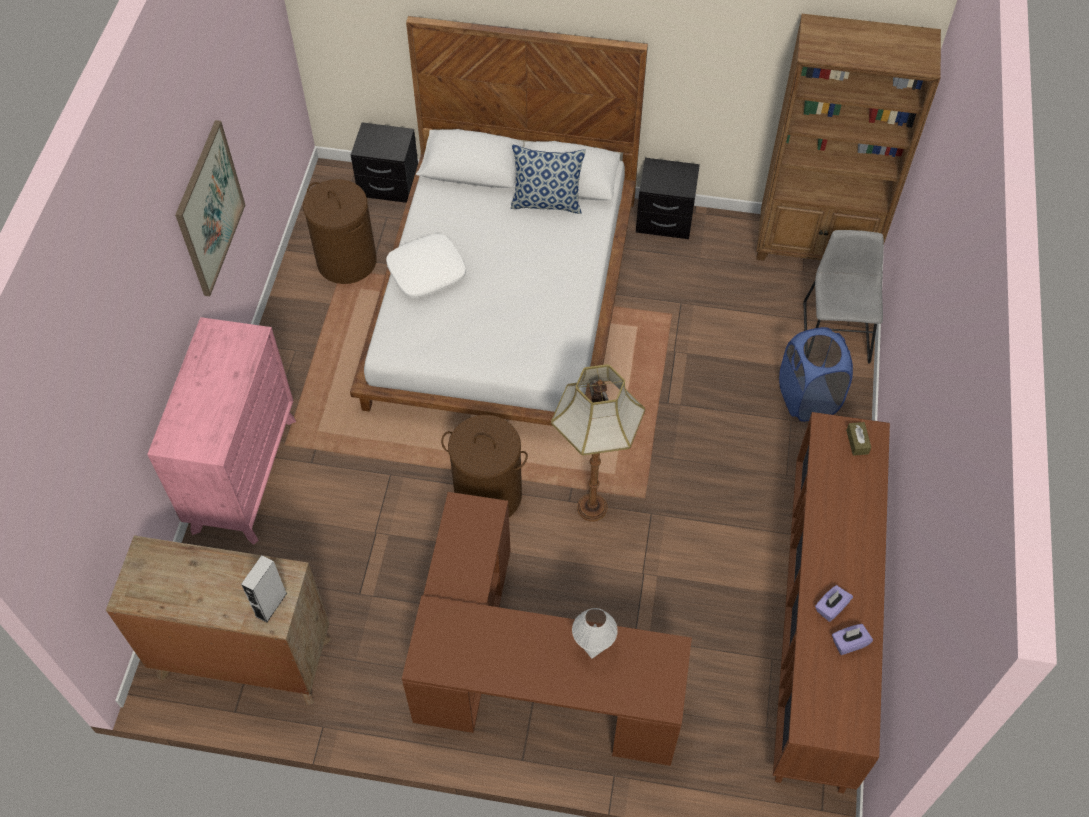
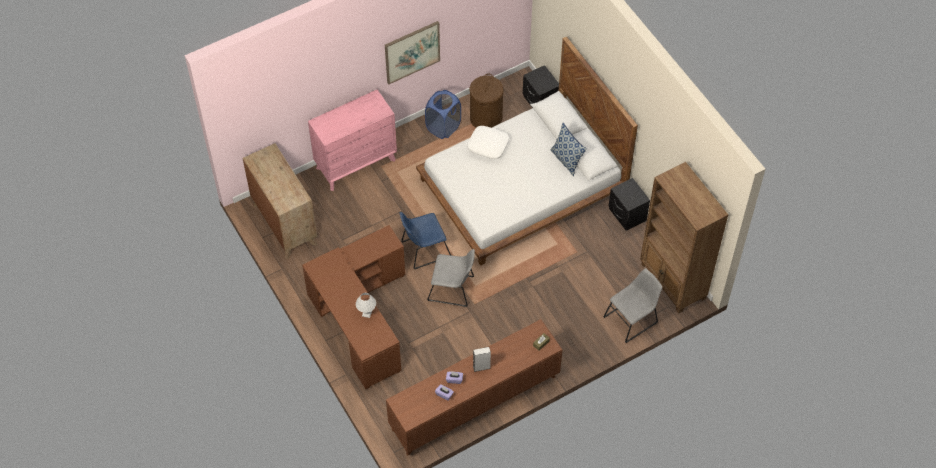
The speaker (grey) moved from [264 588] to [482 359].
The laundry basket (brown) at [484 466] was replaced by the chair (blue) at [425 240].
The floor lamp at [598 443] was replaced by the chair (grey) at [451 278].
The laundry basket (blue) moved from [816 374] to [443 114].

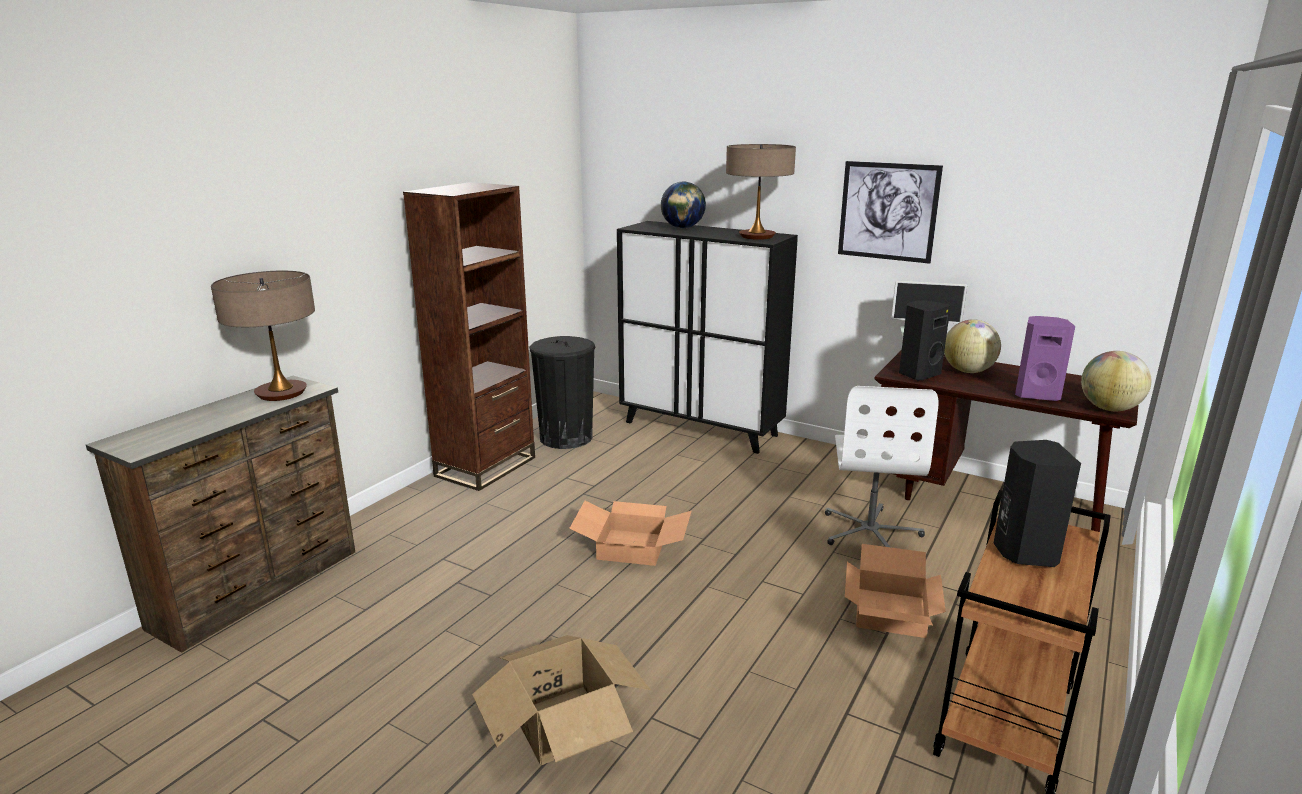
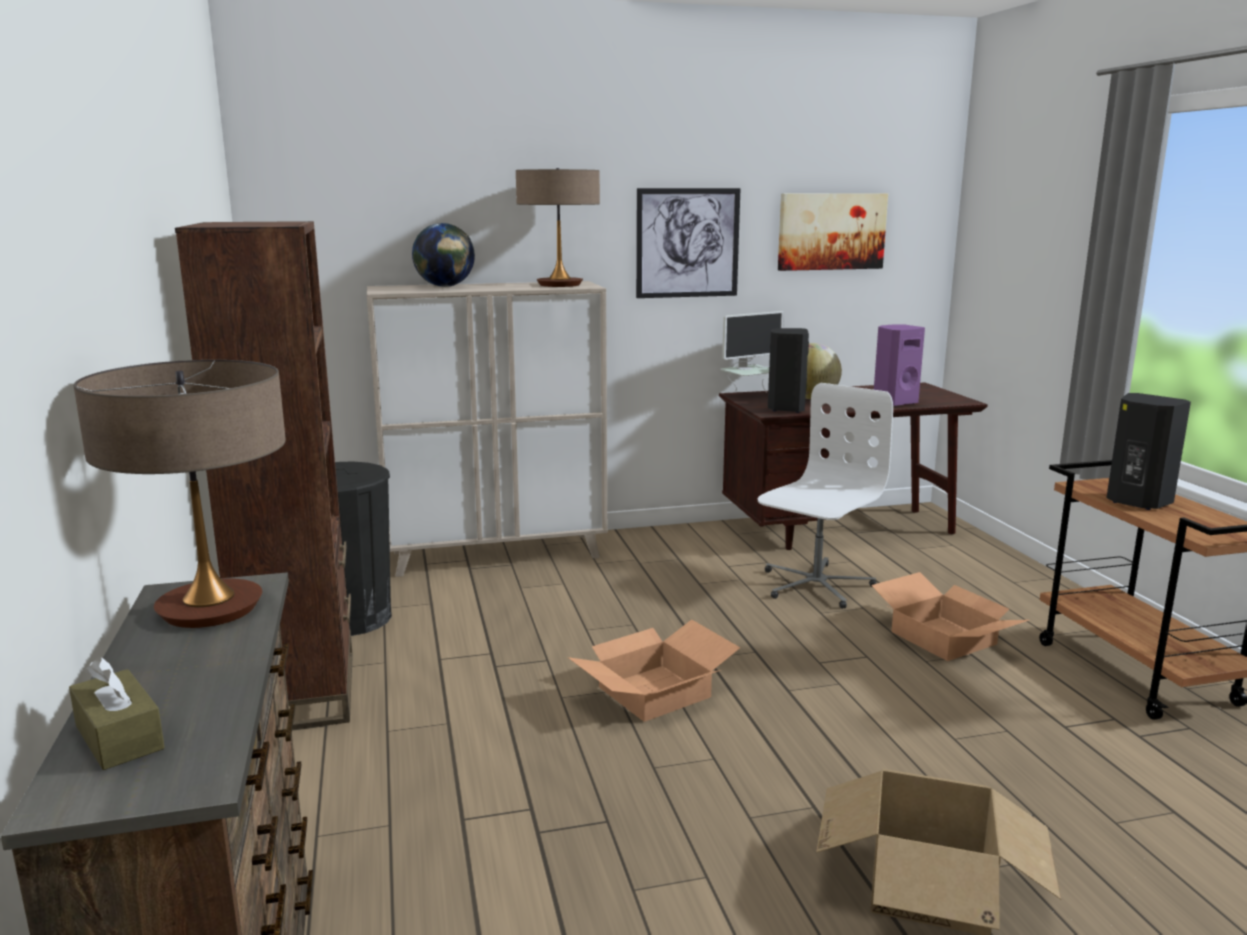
The cabinet (black) at [707 337] became the cabinet (beige) at [487 429].
The office chair (white) at [882 466] turned 105 degrees counterclockwise.
The globe at [1116 381] disappeared.
The tissue box (brown) at [117 713] appeared.
The picture at [833 232] appeared.

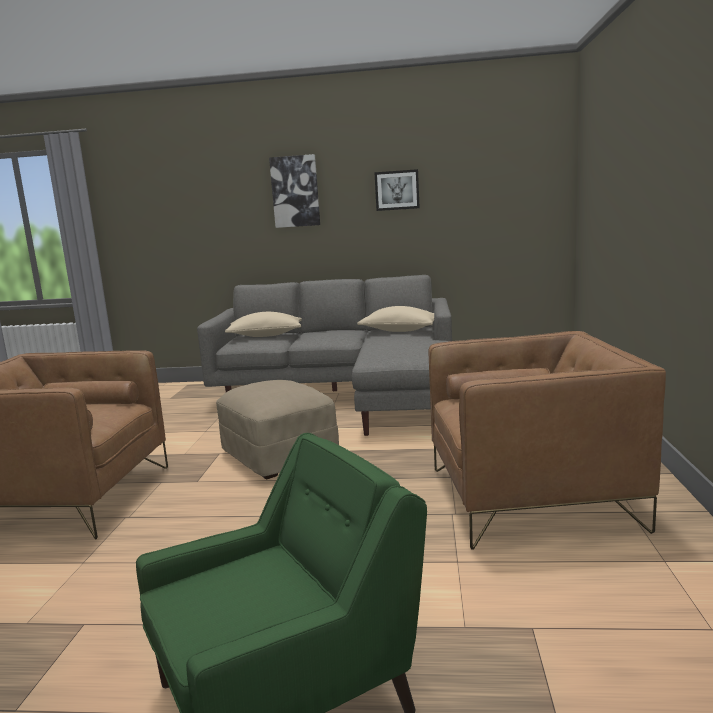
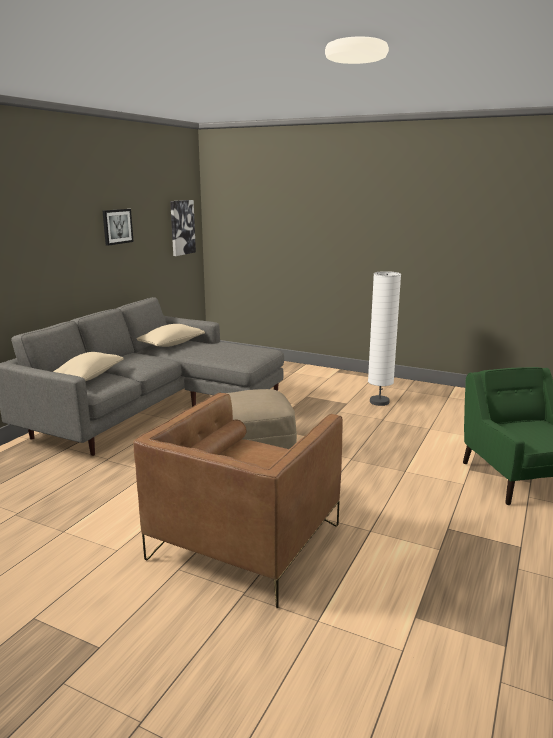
The picture moved from [294 191] to [183 228].
The armchair (brown) at [547 440] was replaced by the floor lamp (white) at [384 338].

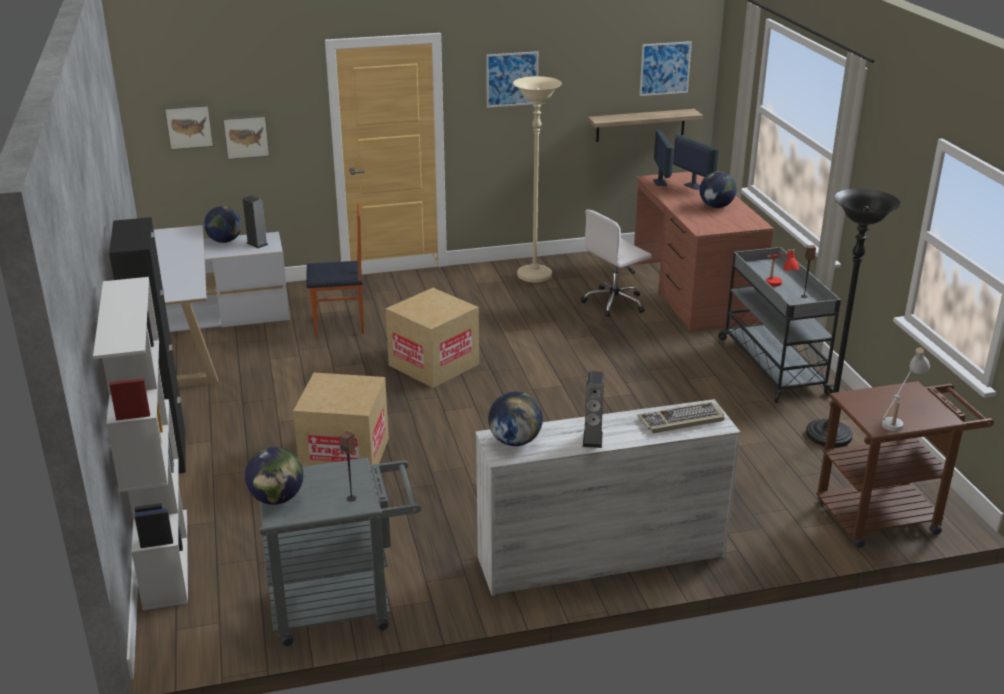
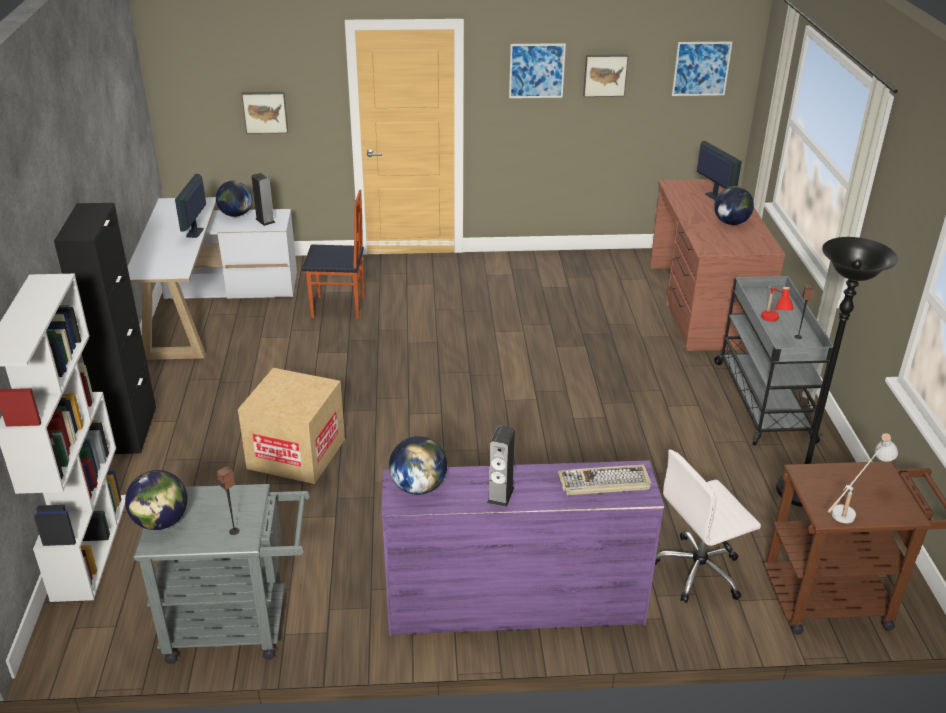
The picture moved from [189 127] to [606 75].
The cardboard box at [432 338] disappeared.
The dresser (white) at [608 497] became the dresser (purple) at [523 548].
The floor lamp (beige) at [537 179] disappeared.
The office chair (white) moved from [616 263] to [708 526].
The shelf at [645 125] disappeared.
The monitor moved from [663 158] to [190 206].

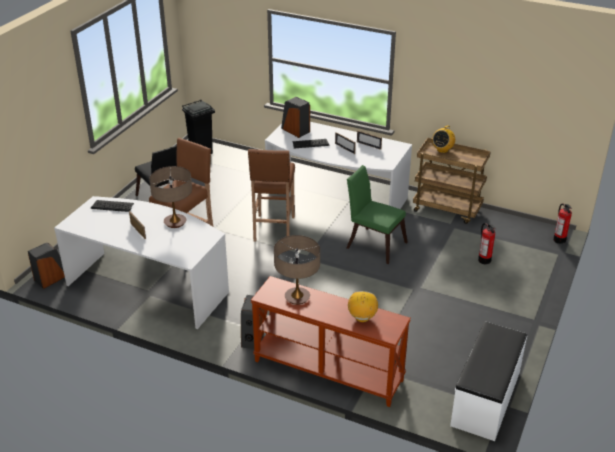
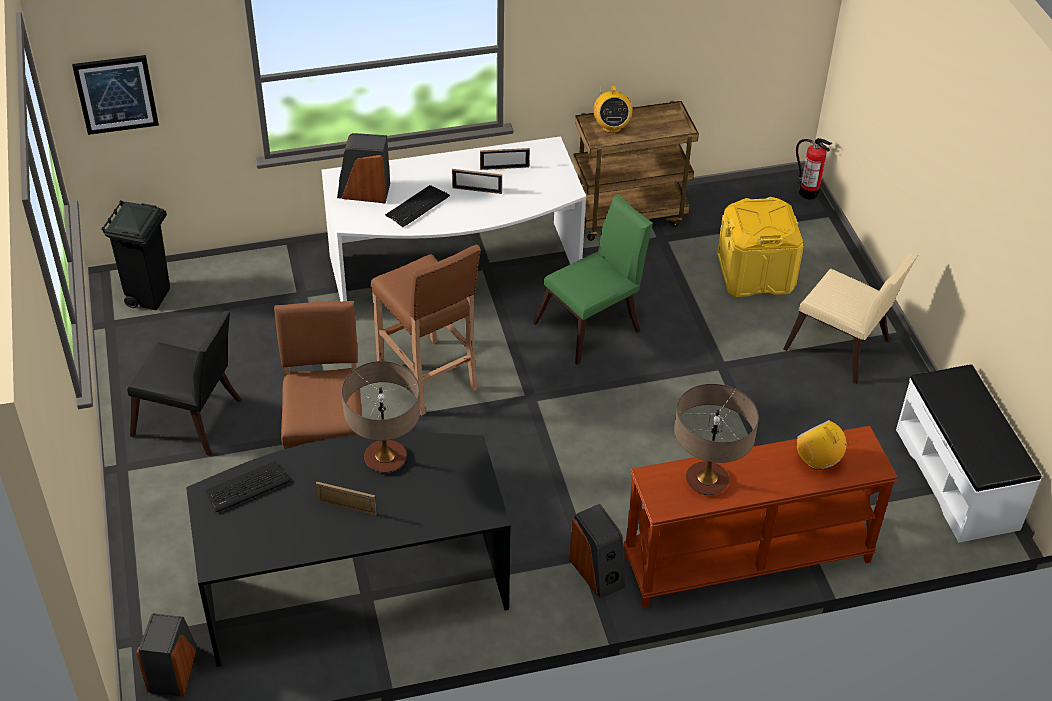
The desk (white) at [141 262] became the desk (black) at [348 549].
The chair (green) at [377 214] turned 150 degrees clockwise.
The fire extinguisher at [487 243] was replaced by the storage box (yellow) at [760 247].
The picture at [115 95] appeared.
The chair (beige) at [851 318] appeared.

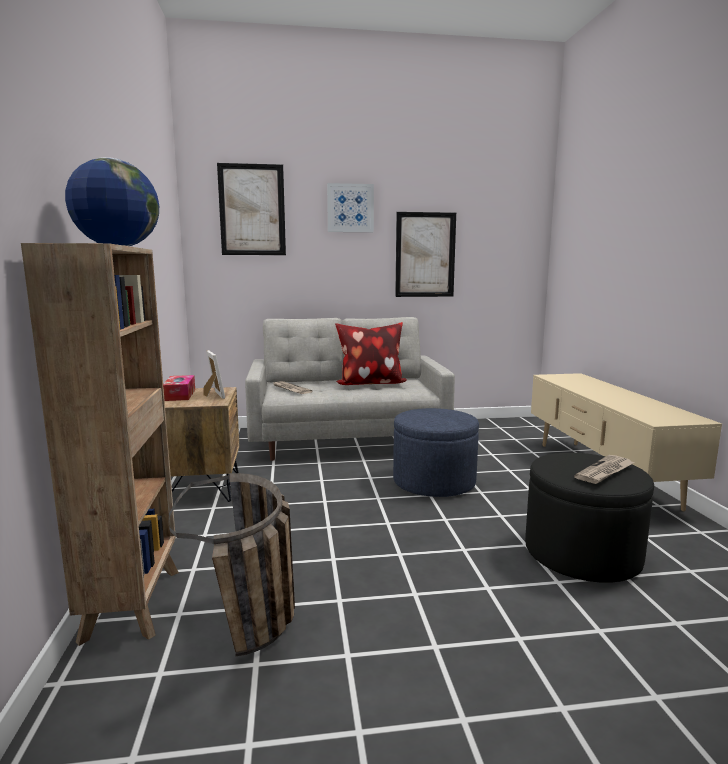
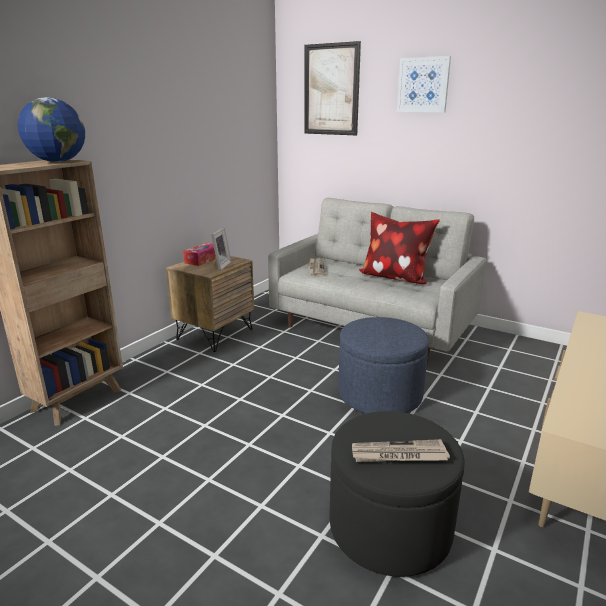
The basket at [231 564] disappeared.
The picture at [425 254] disappeared.

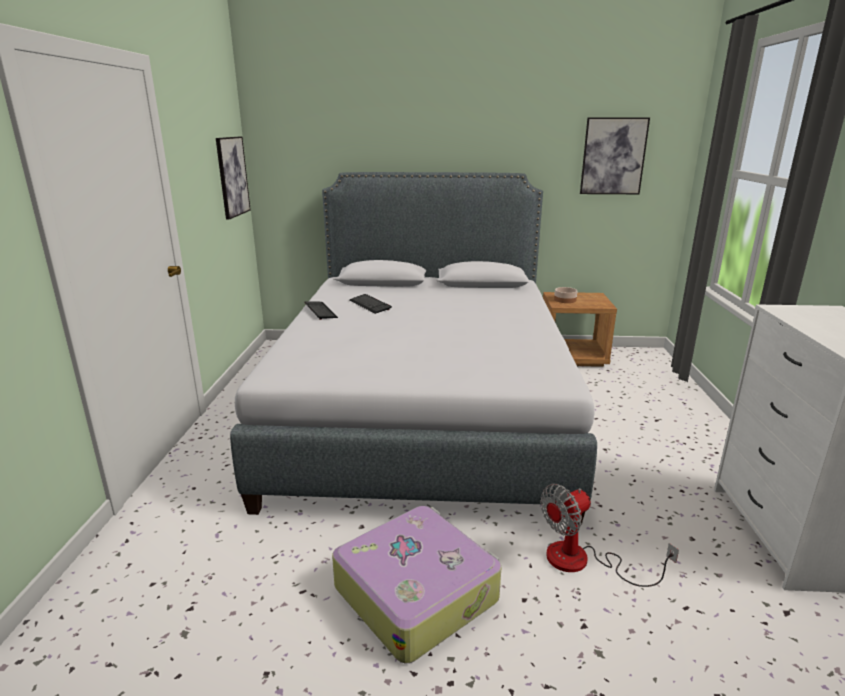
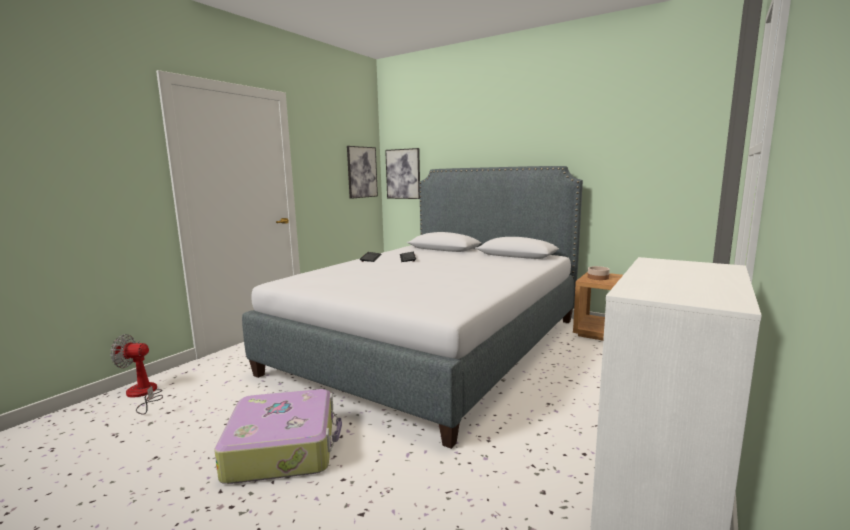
The fan moved from [609 535] to [136 374].
The picture moved from [615 156] to [402 173].

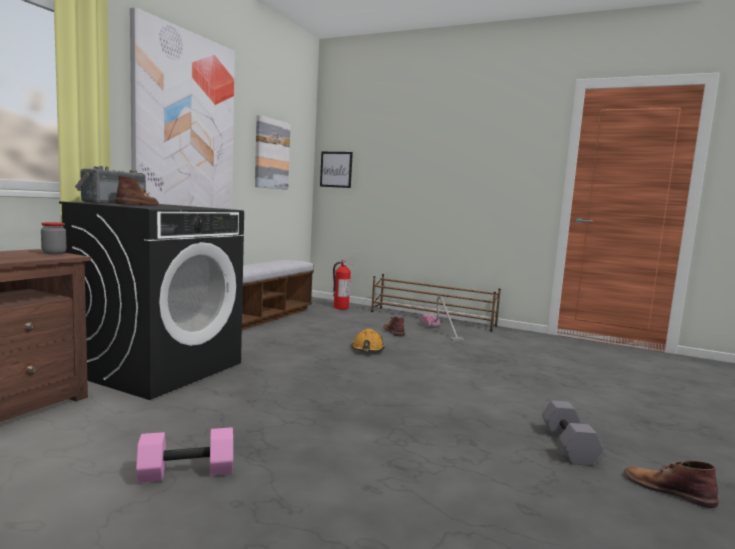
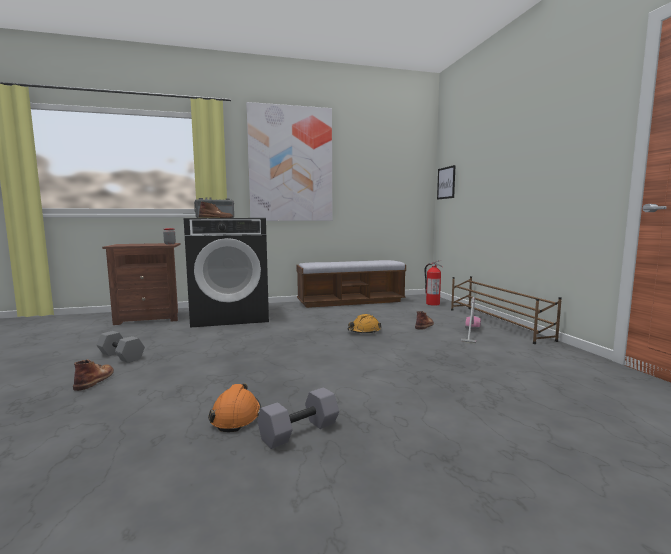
The dumbbell (pink) at [184 455] became the dumbbell (grey) at [121 347].
The picture at [272 152] disappeared.
The boot (brown) moved from [671 484] to [93 375].
The hard hat (orange) at [234 408] appeared.

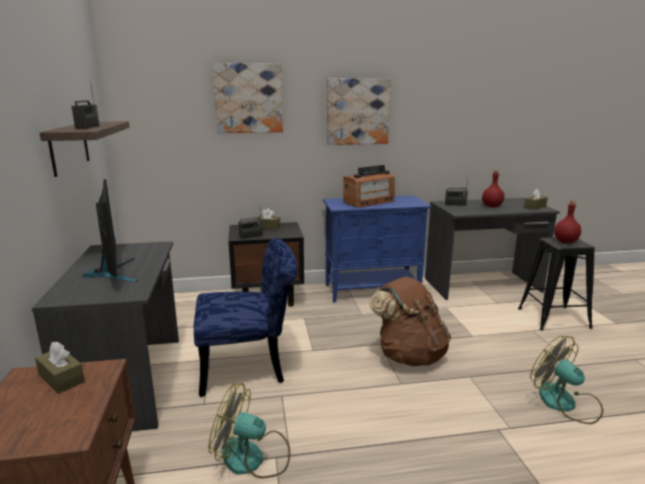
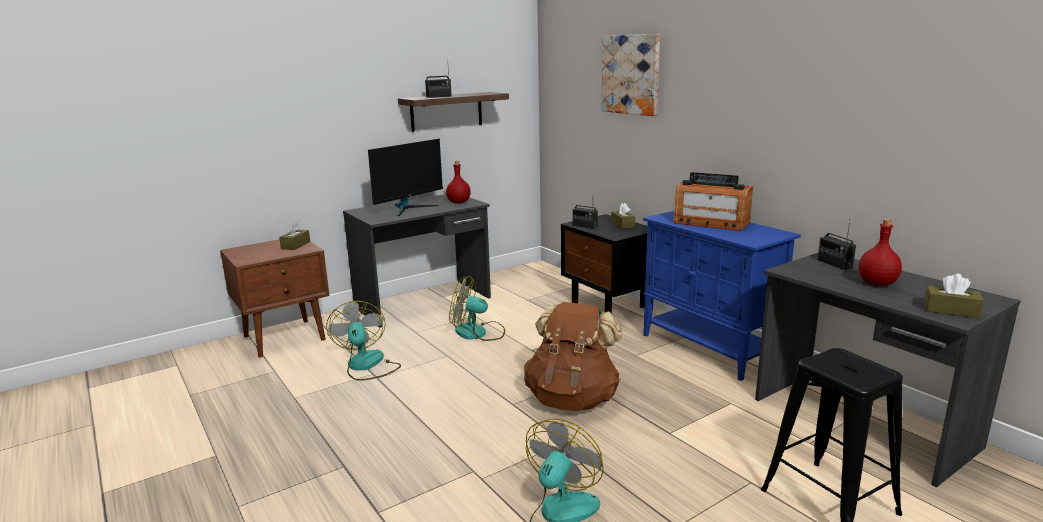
The chair (blue) at [245 317] was replaced by the fan at [477 308].
The picture at [359 111] disappeared.
The bottle (red) moved from [567 222] to [458 182].

